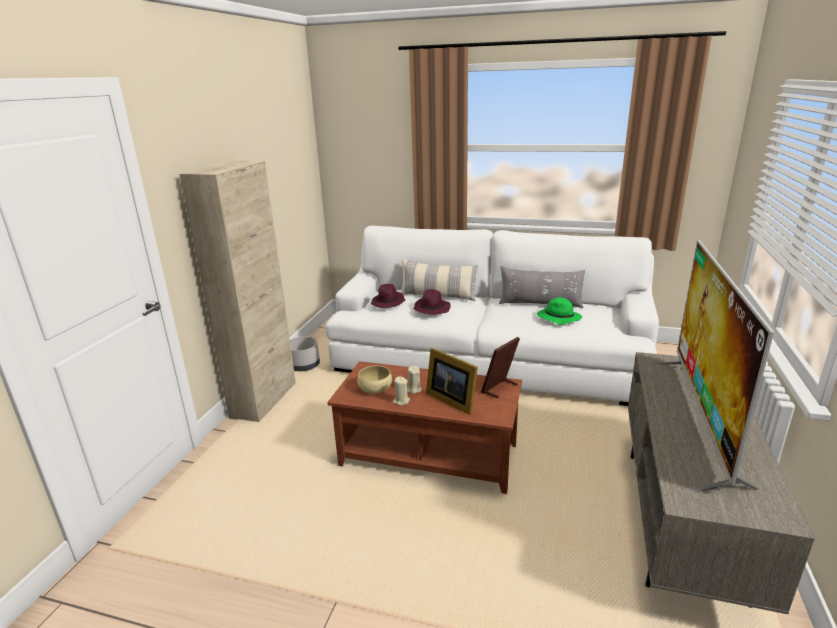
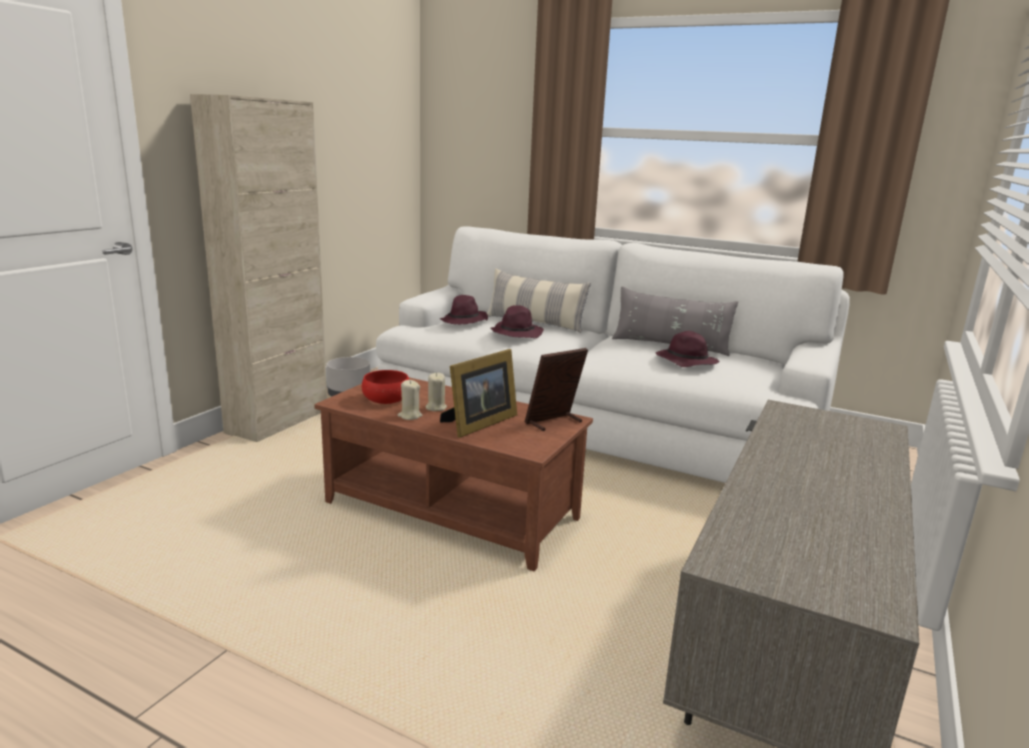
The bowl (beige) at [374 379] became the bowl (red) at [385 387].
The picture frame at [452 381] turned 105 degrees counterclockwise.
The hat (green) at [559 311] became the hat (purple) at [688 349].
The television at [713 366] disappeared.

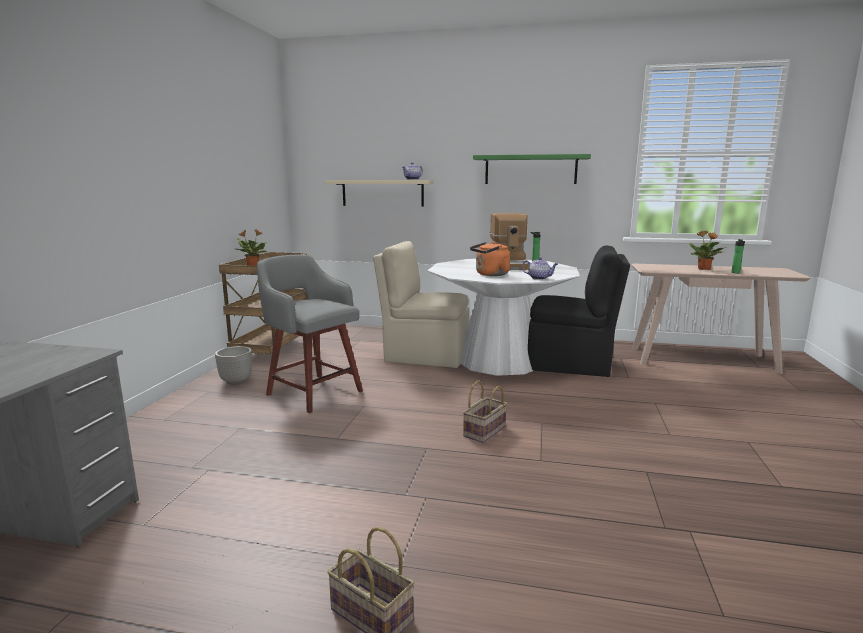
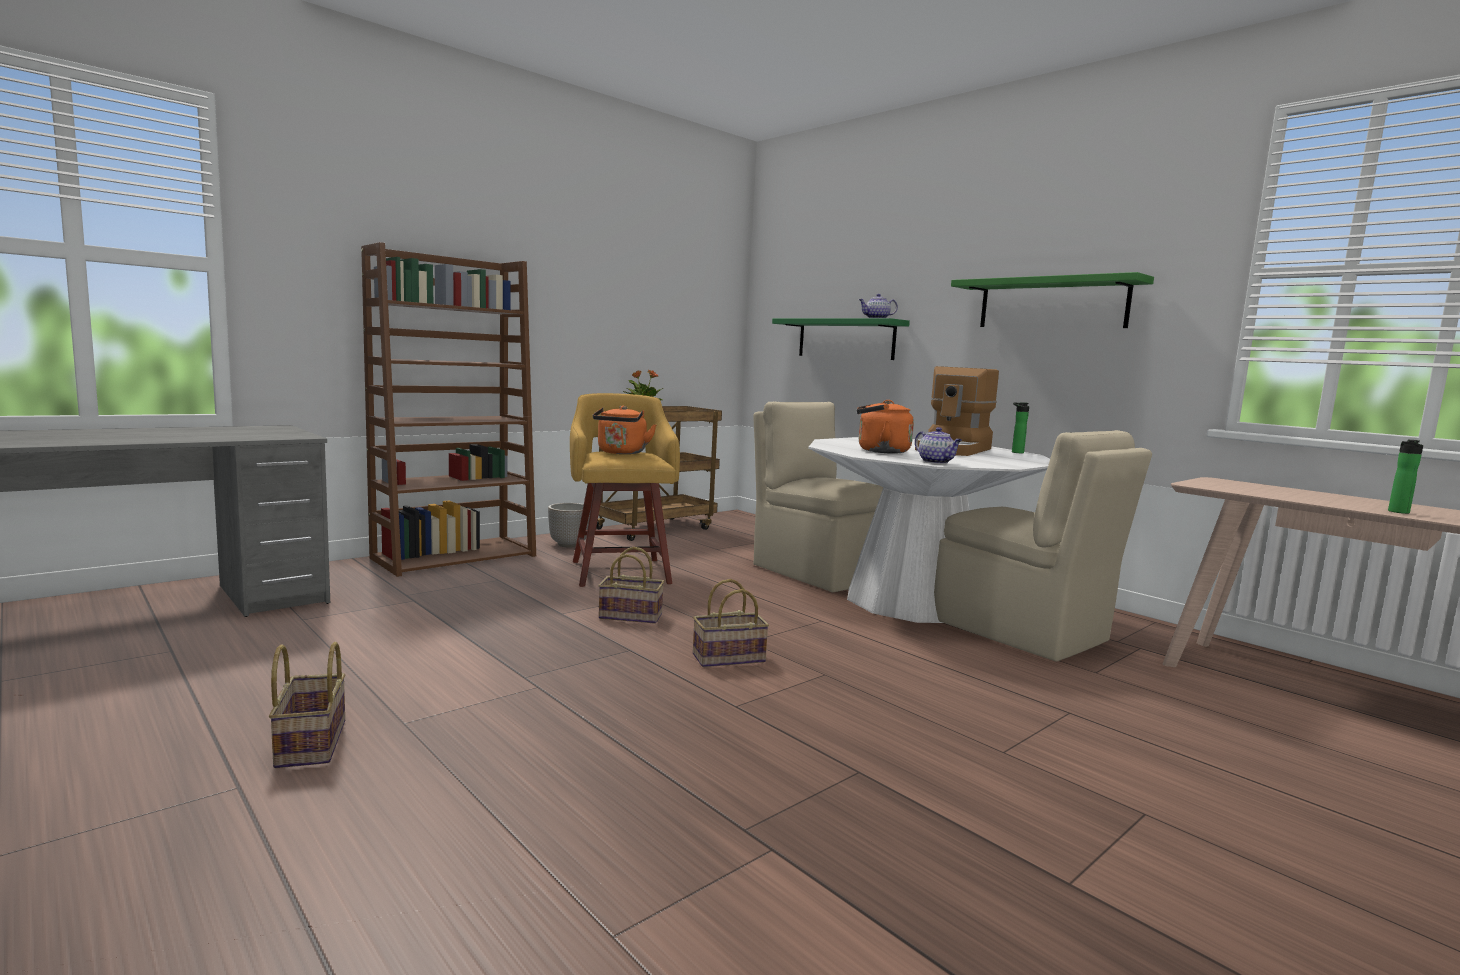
The stool (grey) at [310 333] became the stool (yellow) at [625 490].
The shelf (beige) at [379 193] became the shelf (green) at [841 339].
The chair (black) at [579 311] became the chair (beige) at [1043 546].
The potted plant at [707 250] disappeared.
The bookcase (brown) at [448 409] appeared.
The kettle (orange) at [624 430] appeared.
The basket at [631 585] appeared.

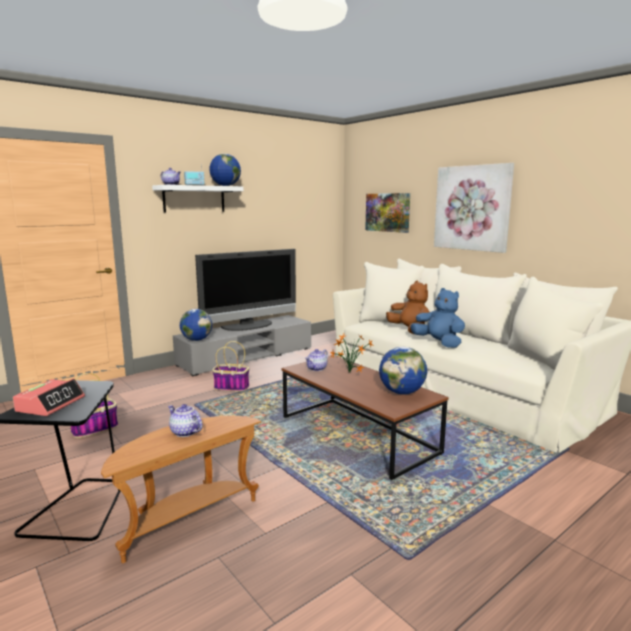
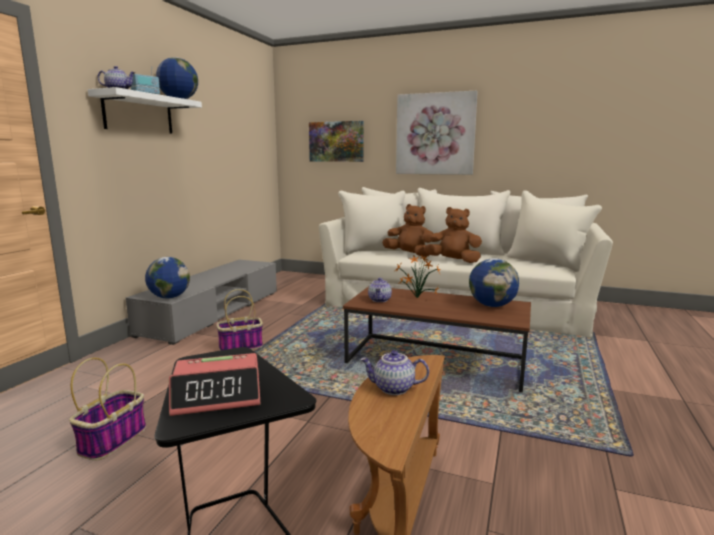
The alarm clock at [49 397] turned 90 degrees clockwise.
The television at [245 290] disappeared.
The plush toy (blue) at [437 318] became the plush toy (brown) at [453 235].

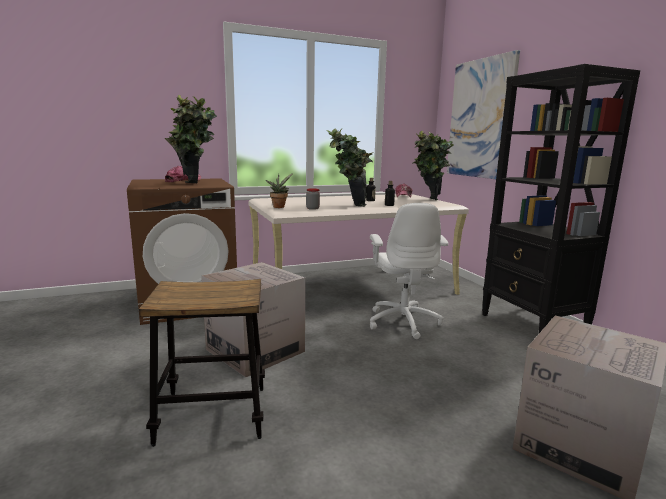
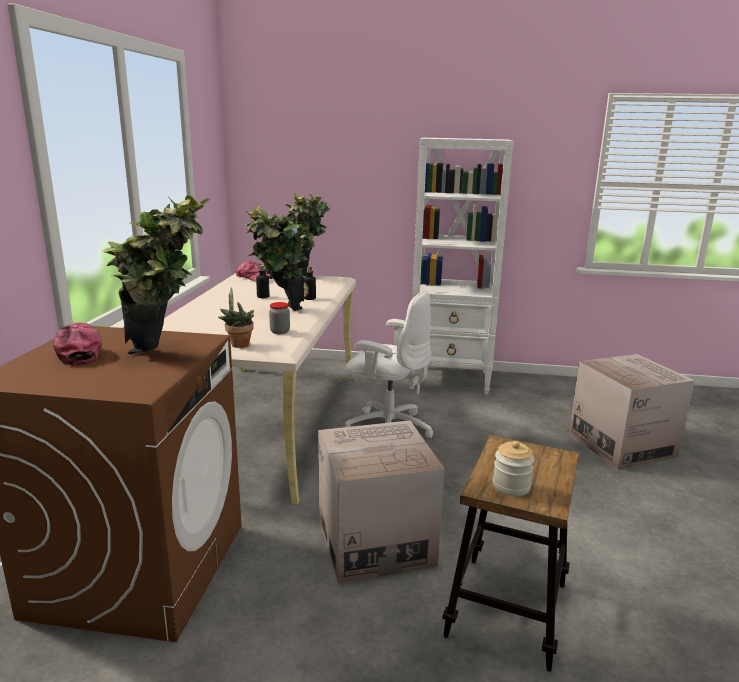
The picture at [483 114] disappeared.
The bookcase (black) at [561 198] became the bookcase (white) at [461 266].
The jar at [513 468] appeared.

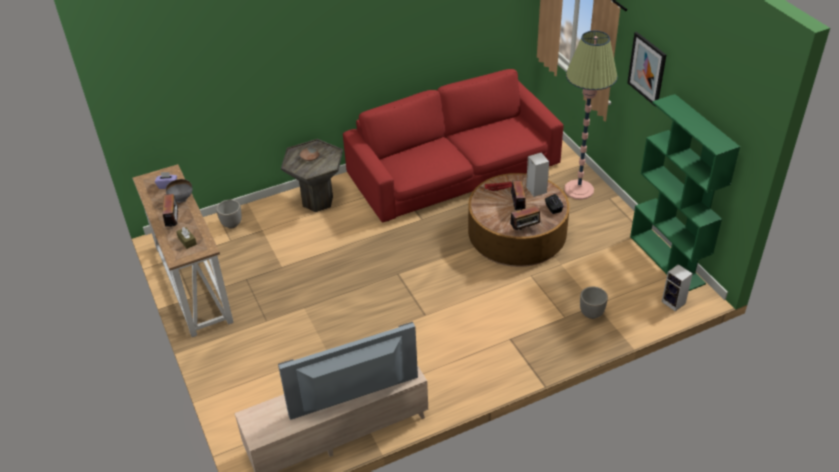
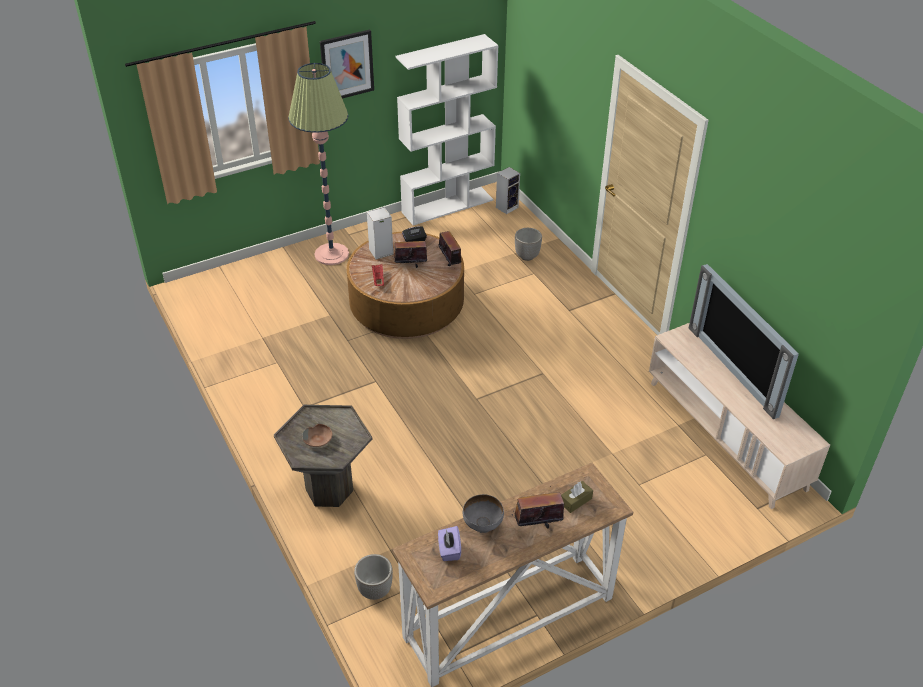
The sofa (red) at [453 145] disappeared.
The bookcase (green) at [685 192] became the bookcase (white) at [446 129].

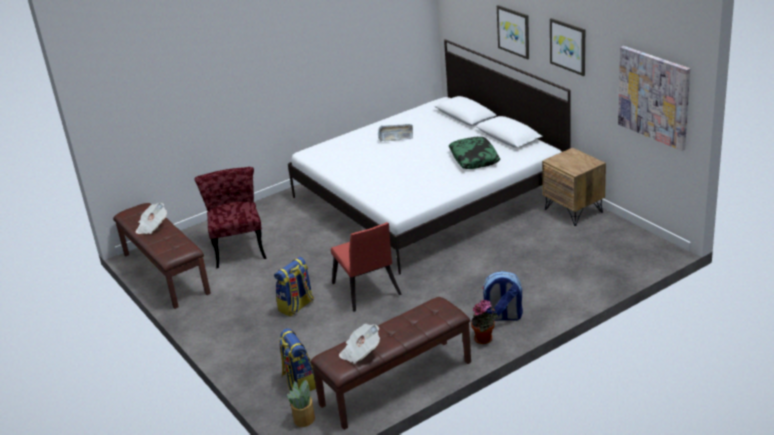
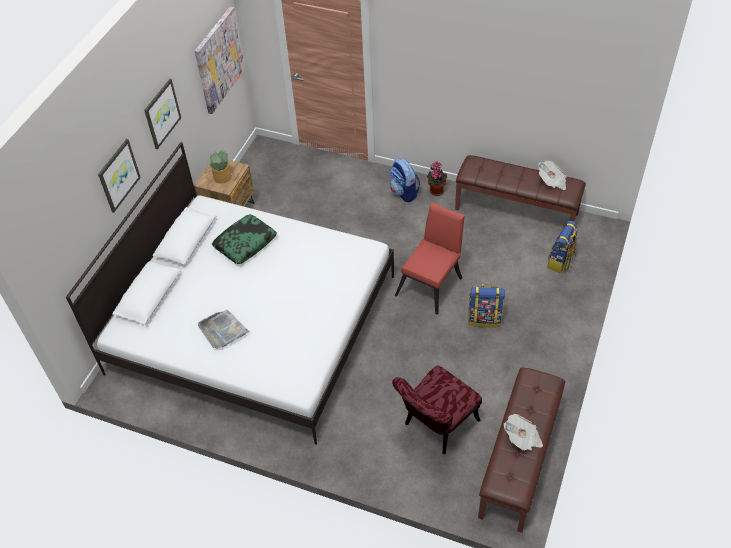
The potted plant moved from [301 403] to [219 167].

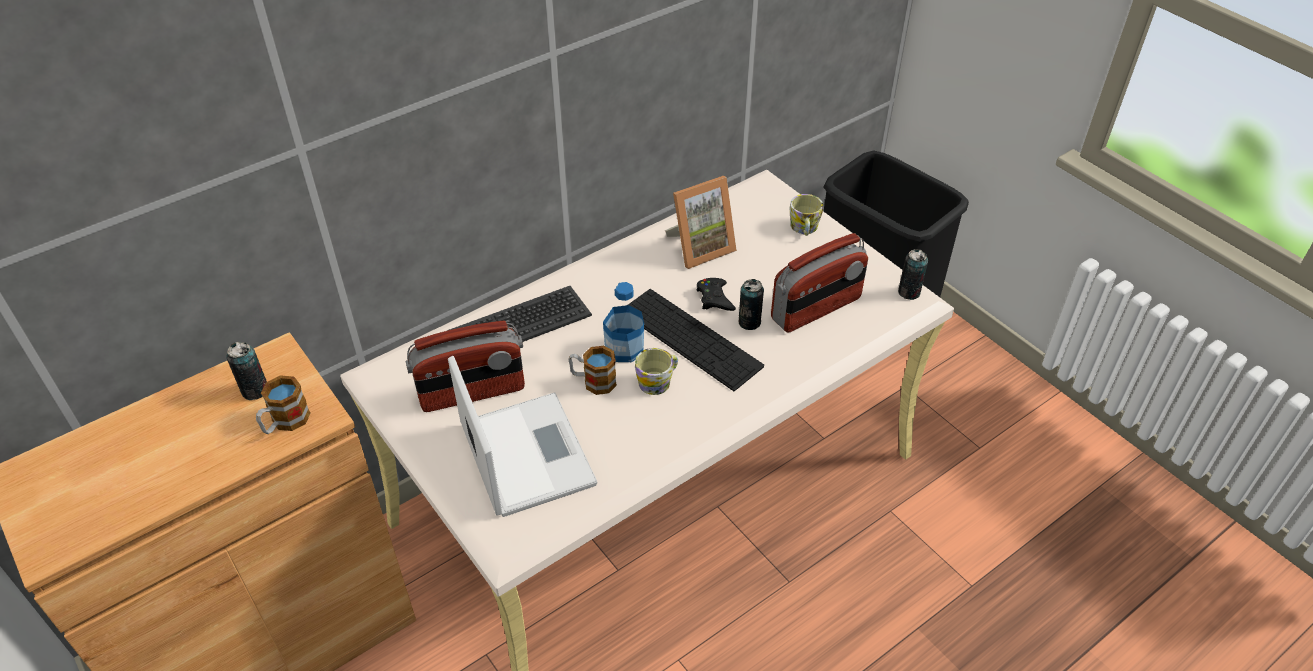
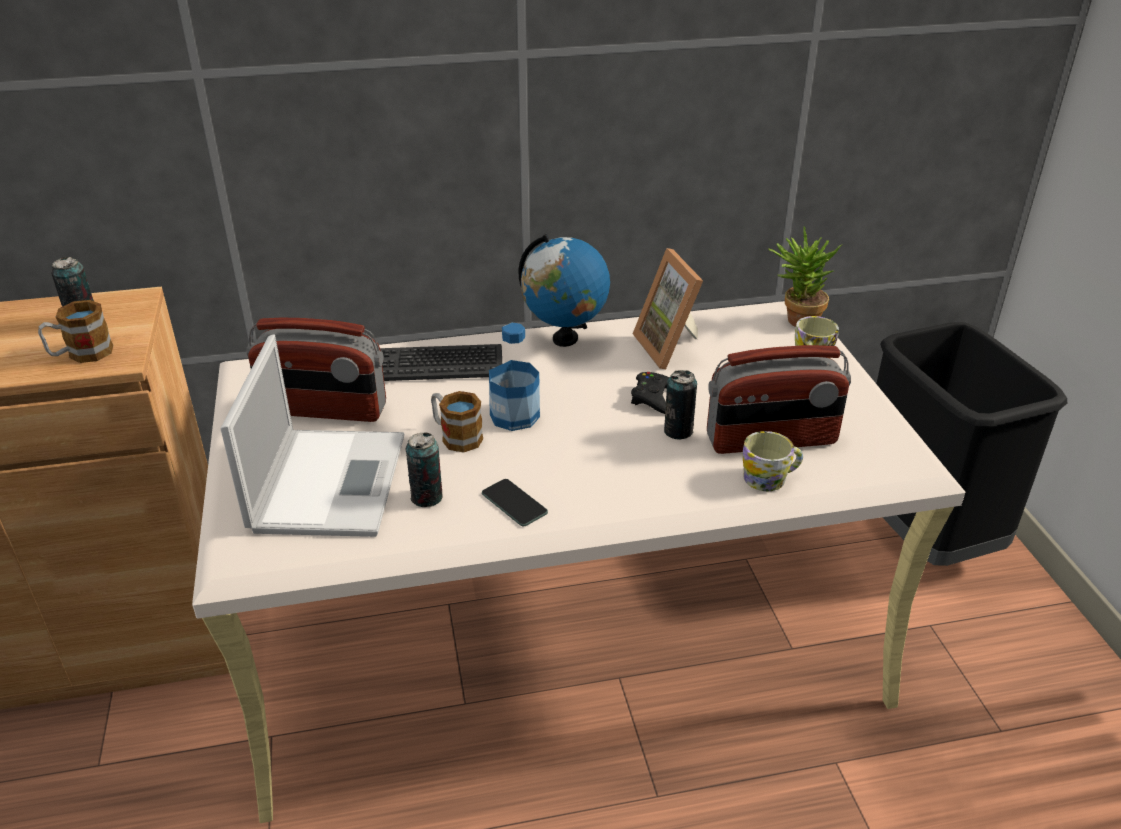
The keyboard at [696 340] disappeared.
The mug moved from [656 371] to [773 461].
The picture frame at [701 222] turned 75 degrees clockwise.
The can moved from [913 274] to [424 469].
The phone at [515 503] appeared.
The globe at [564 290] appeared.
The potted plant at [805 276] appeared.

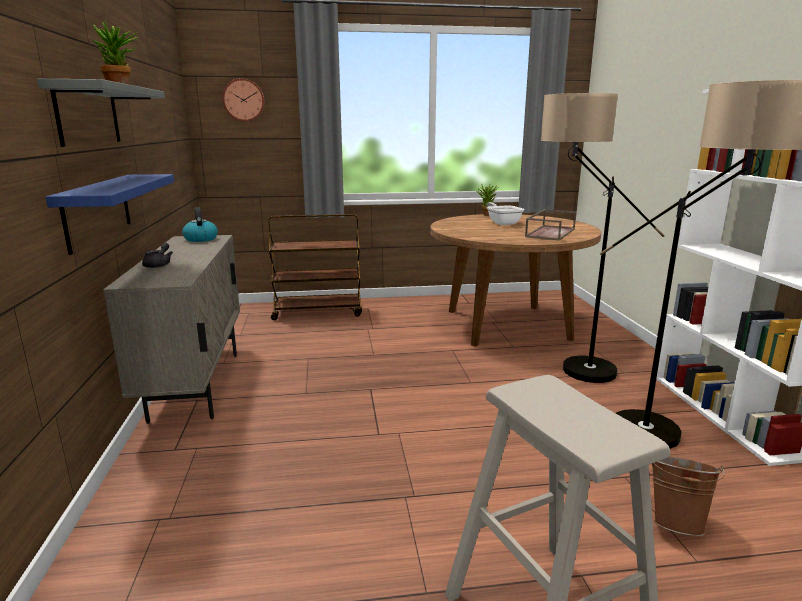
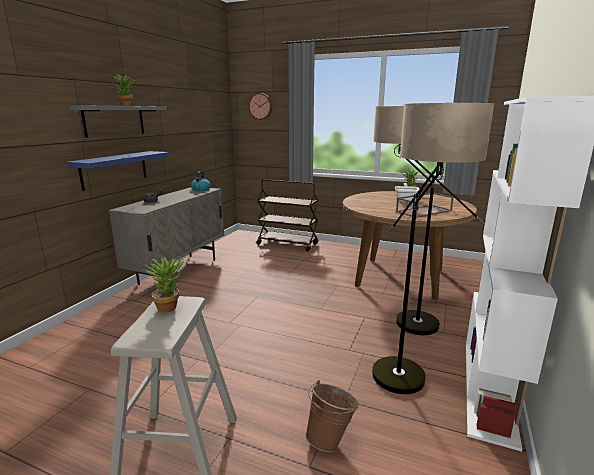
The potted plant at [162 284] appeared.

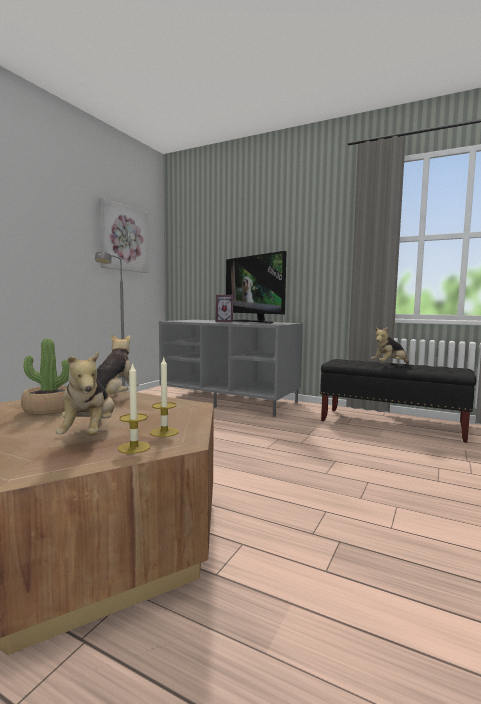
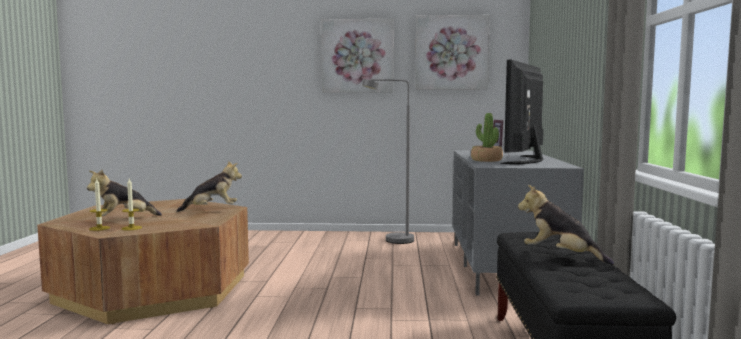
The potted plant moved from [45 377] to [487 137].
The picture at [357 56] appeared.

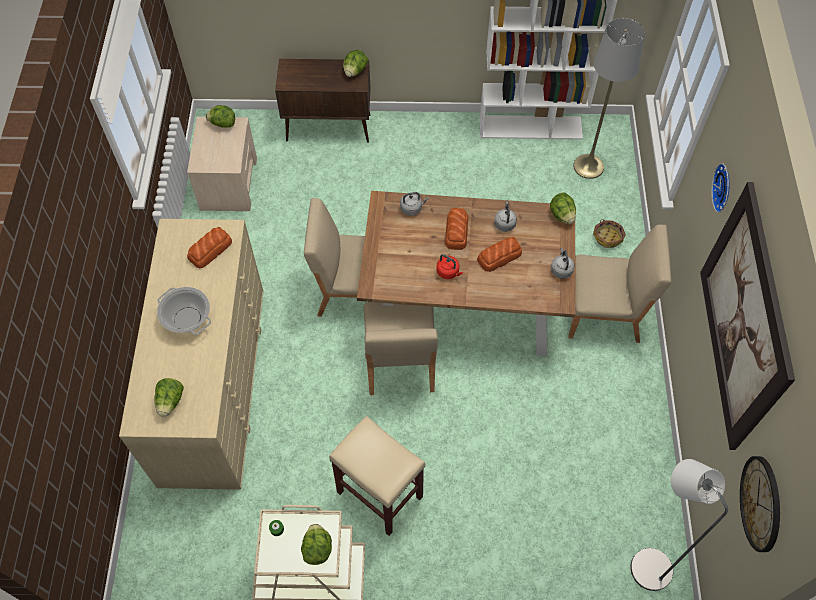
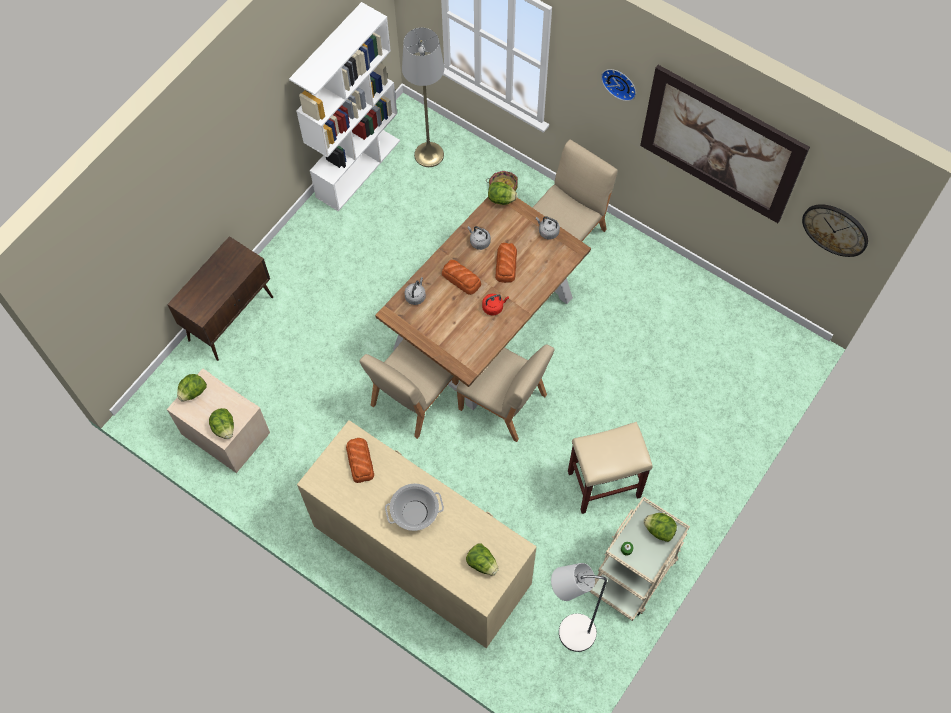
The lettuce moved from [355 63] to [221 423].
The floor lamp (grey) moved from [679 525] to [579 607].

